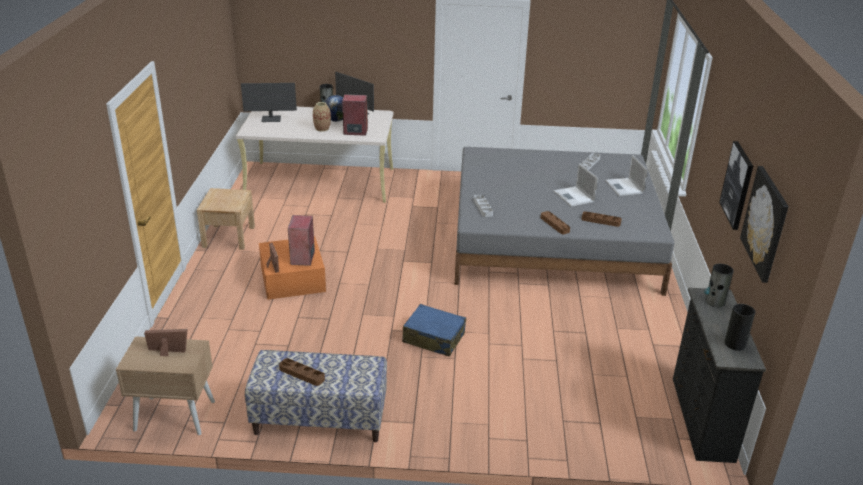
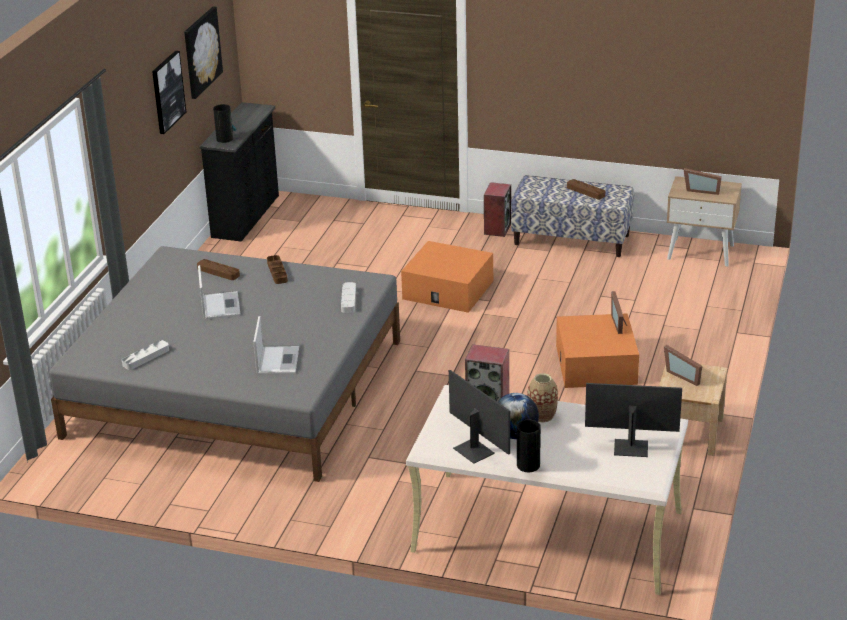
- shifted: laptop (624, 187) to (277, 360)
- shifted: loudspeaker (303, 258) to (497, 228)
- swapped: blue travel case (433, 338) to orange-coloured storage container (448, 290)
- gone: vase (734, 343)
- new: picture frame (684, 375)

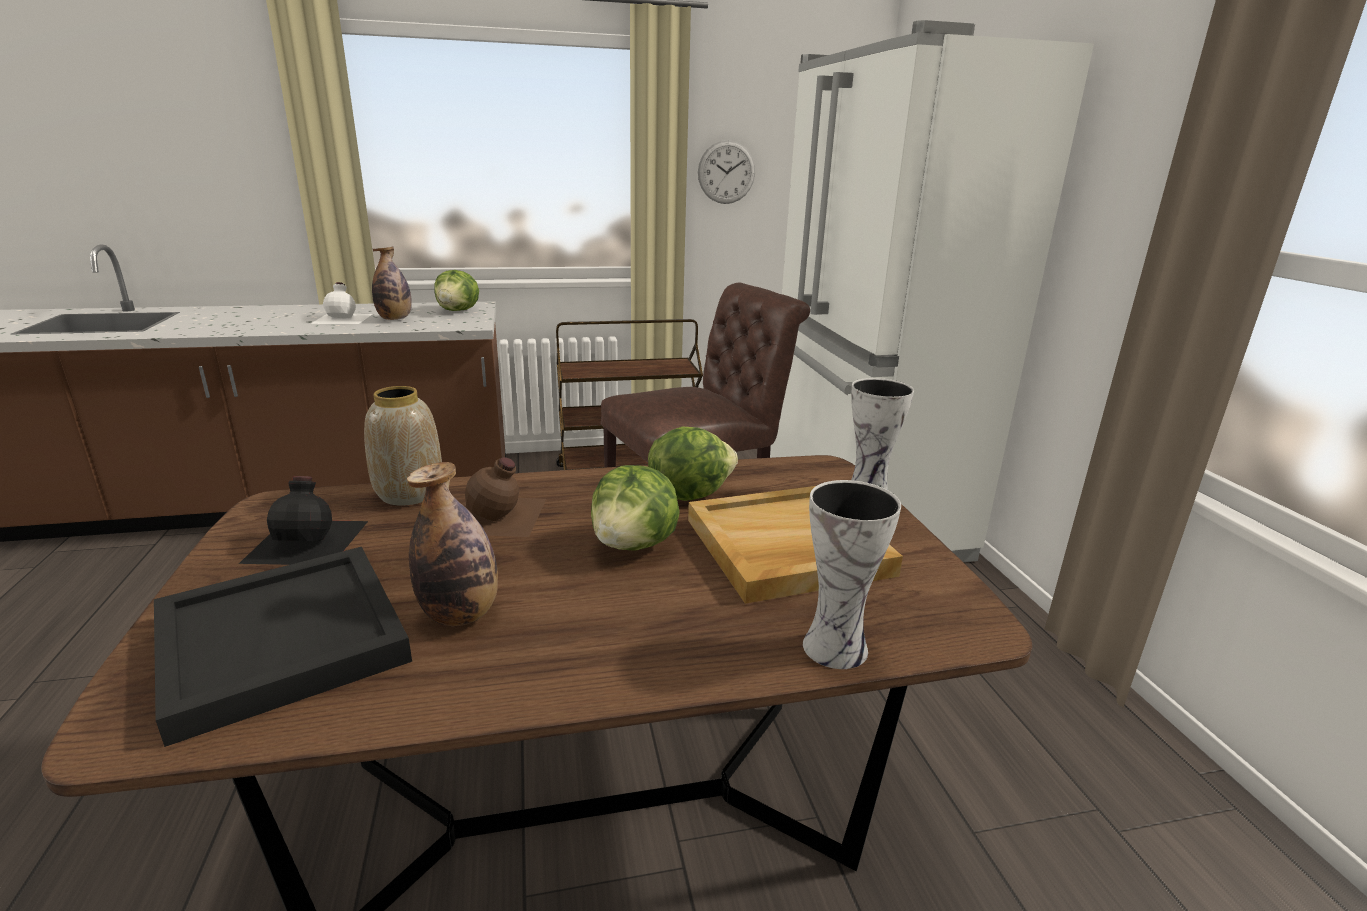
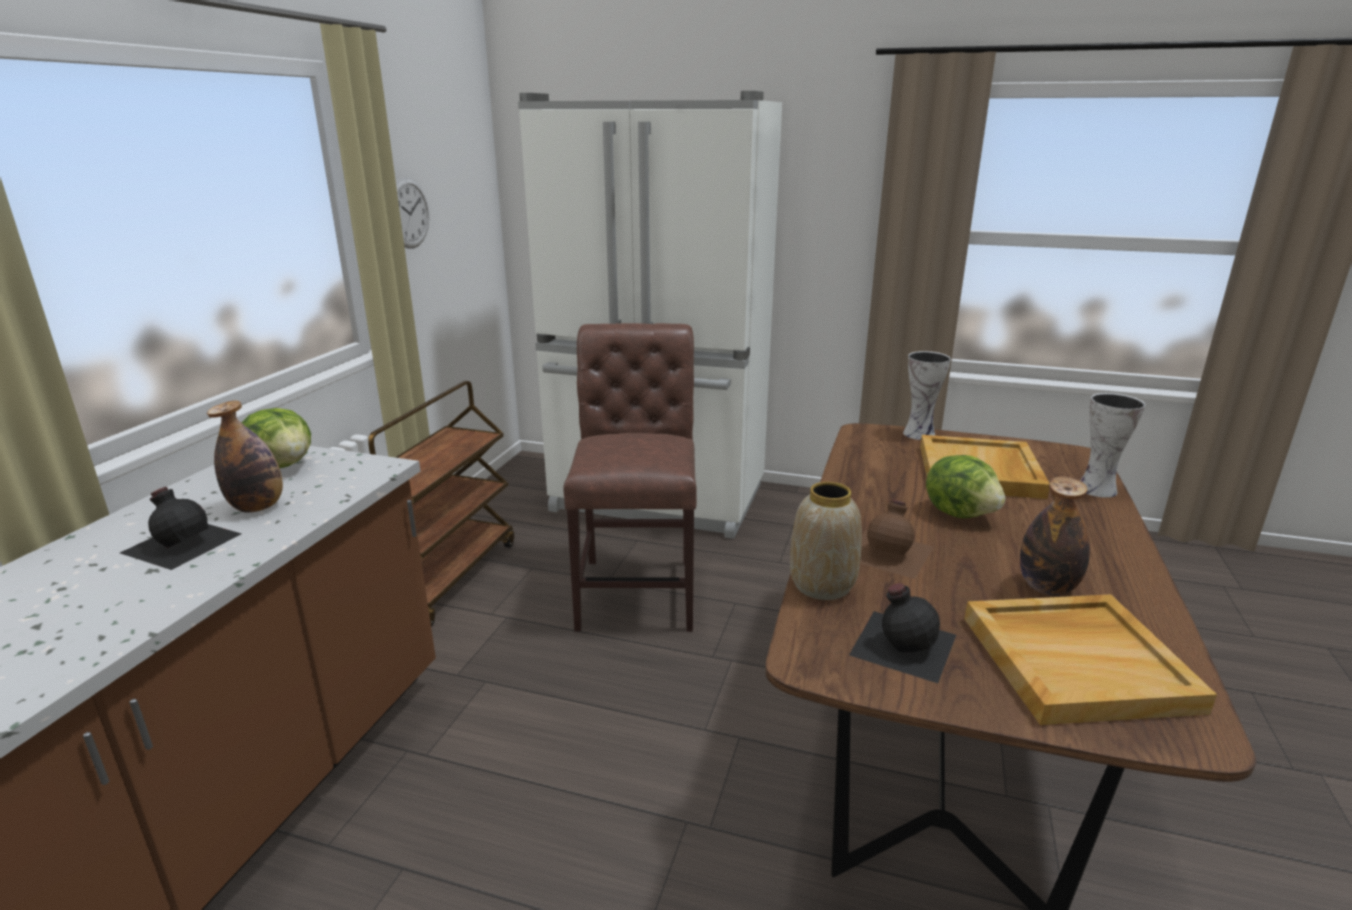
- repainted: white-coloured beverage bottle (343, 318) to blackish beverage bottle (182, 542)
- gone: head of lettuce (688, 493)
- repainted: blackish carrying tray (285, 641) to beige carrying tray (1077, 661)

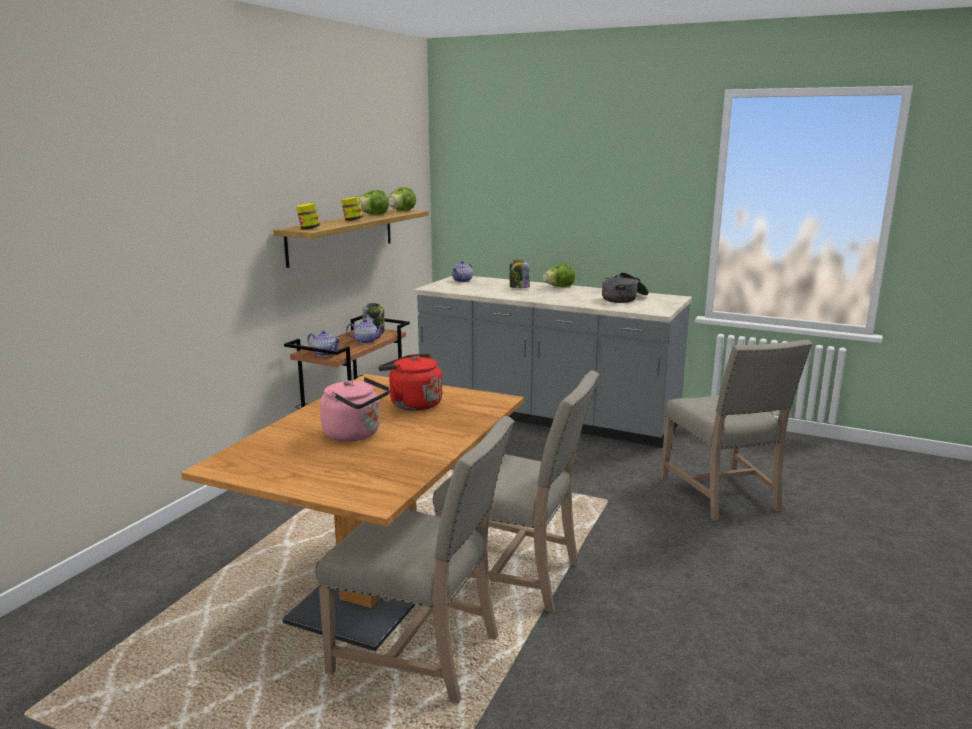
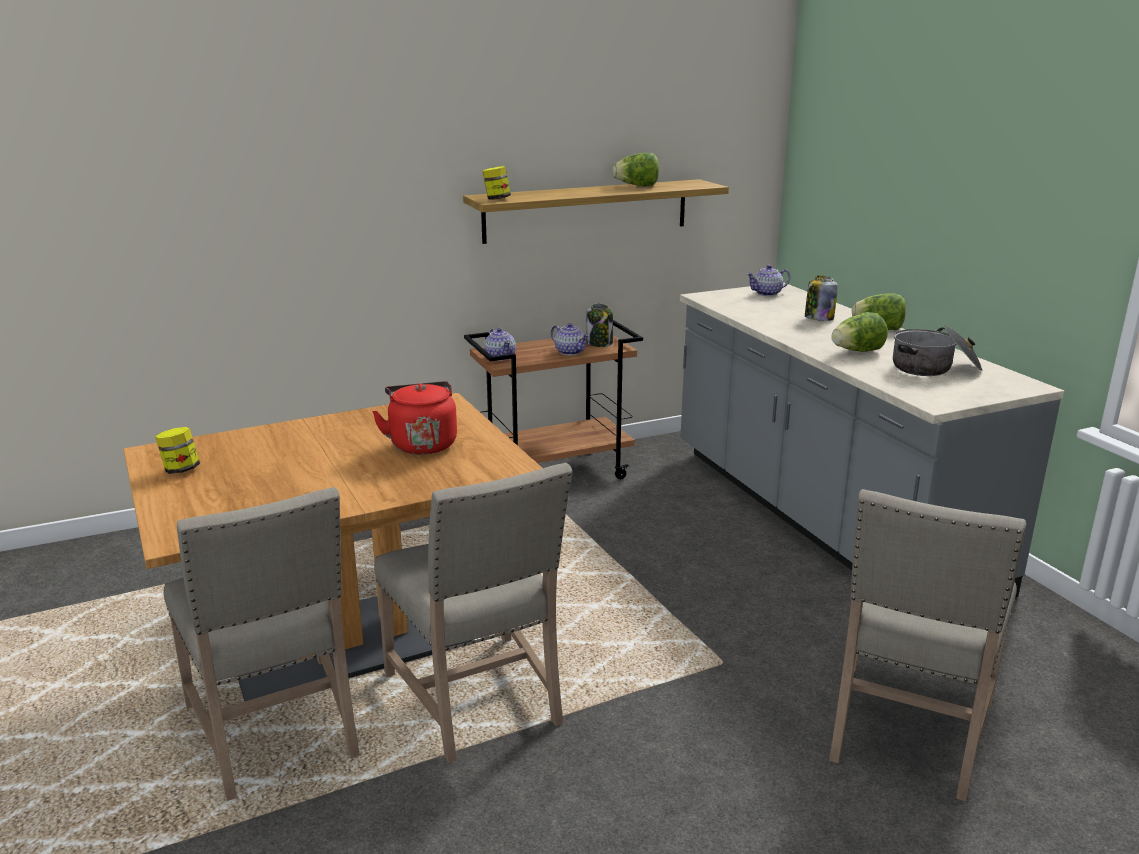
- shifted: head of lettuce (401, 211) to (857, 351)
- shifted: storage jar (352, 220) to (181, 470)
- gone: pink-coloured kettle (355, 434)

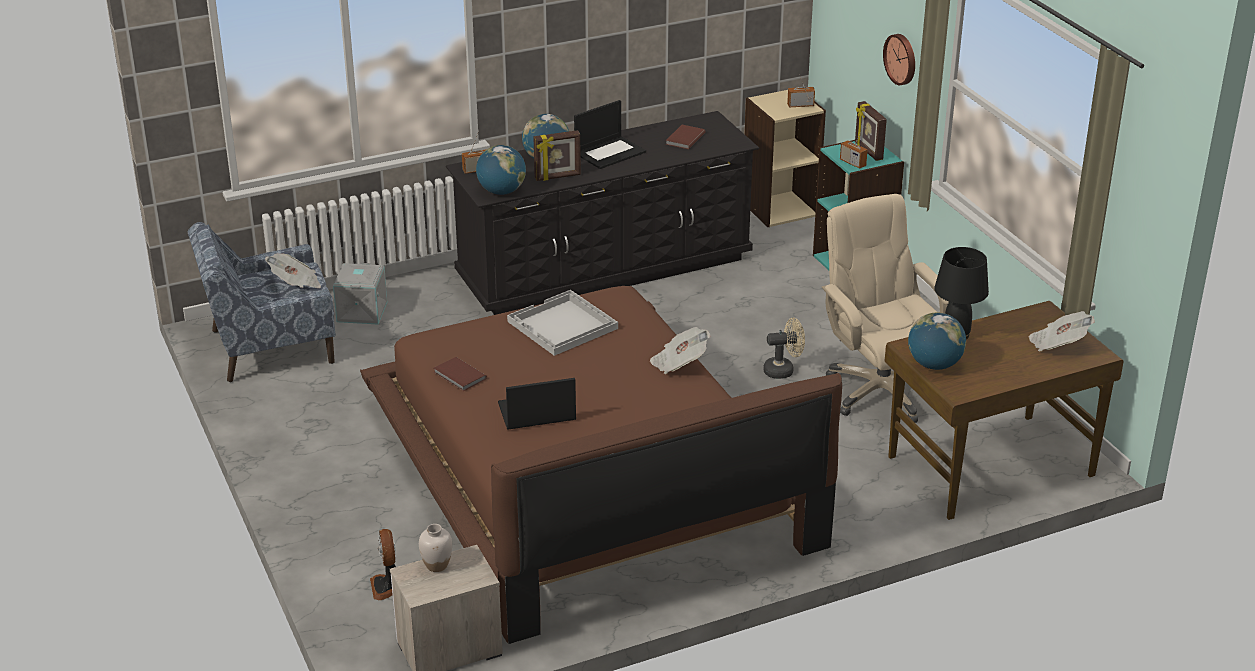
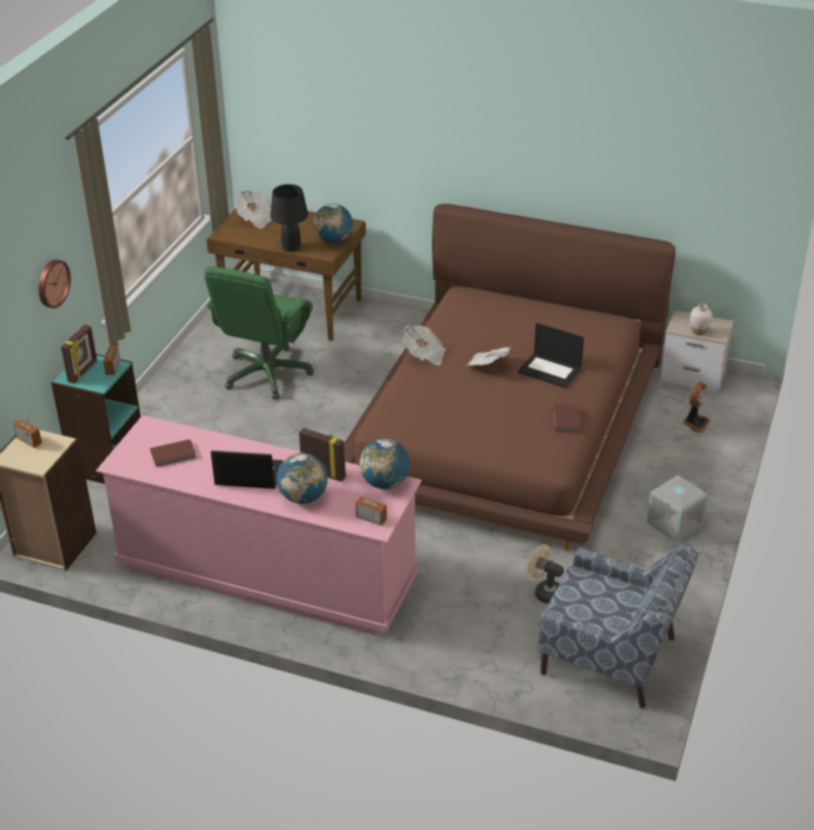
- repainted: blackish dresser (605, 268) to pink-coloured dresser (267, 571)
- repainted: beige desk chair (881, 391) to green desk chair (267, 374)
- shifted: newspaper (295, 284) to (487, 366)
- shifted: gray storage container (361, 311) to (675, 524)
- gone: white-coloured carrying tray (562, 325)
- shifted: beige cooling fan (783, 370) to (544, 592)

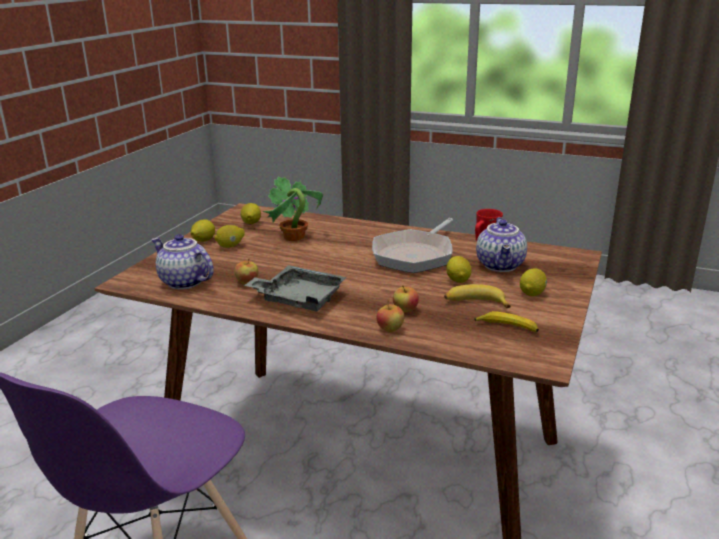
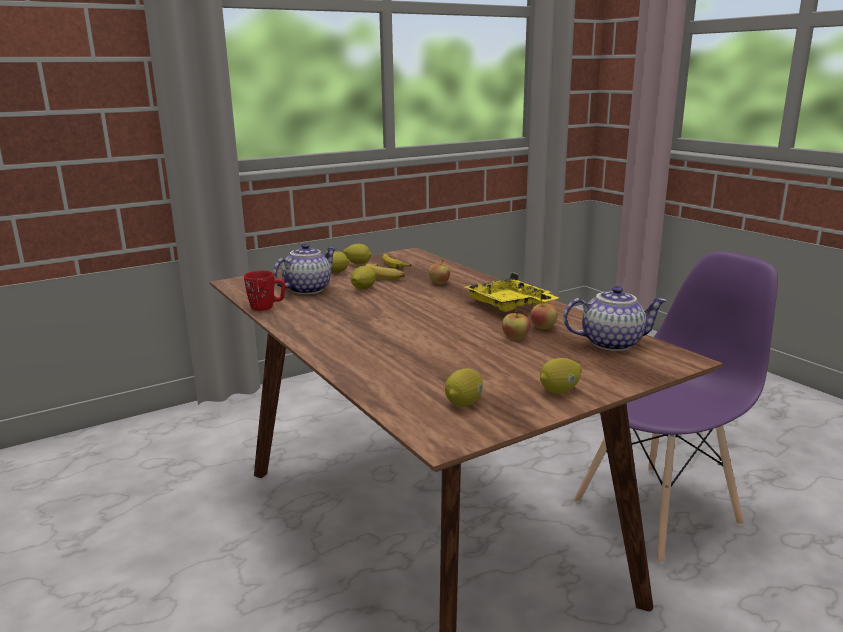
- gone: plant in a pot (294, 237)
- gone: skillet (415, 255)
- shifted: whole lemon (230, 246) to (358, 264)
- rotated: teapot (183, 282) = (612, 343) 75 degrees counterclockwise
- repainted: gray carrying tray (299, 298) to yellowish carrying tray (509, 305)
- shifted: apple (390, 329) to (515, 338)

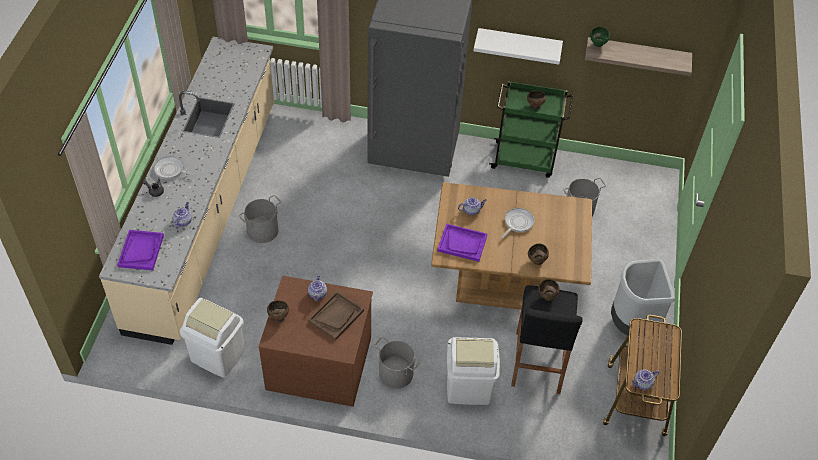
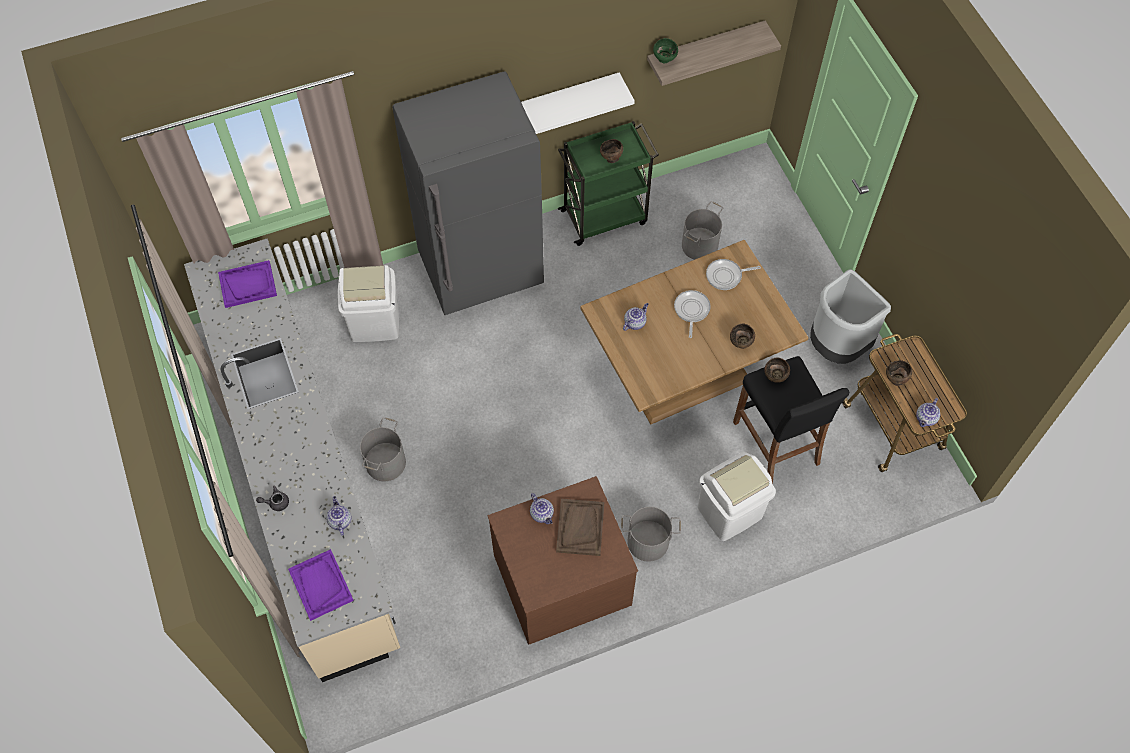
- shifted: skillet (171, 170) to (726, 276)
- shifted: purple carrying tray (462, 243) to (248, 285)
- shifted: white-coloured waste bin (218, 355) to (375, 322)
- shifted: brown-coloured serving bowl (278, 317) to (895, 380)

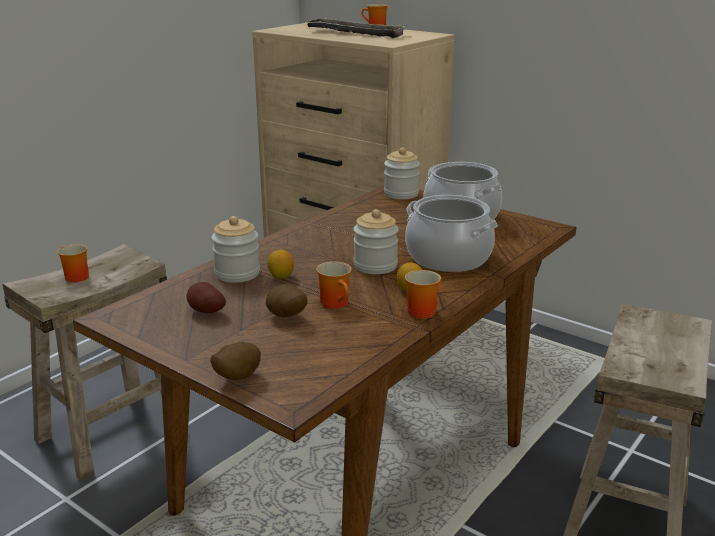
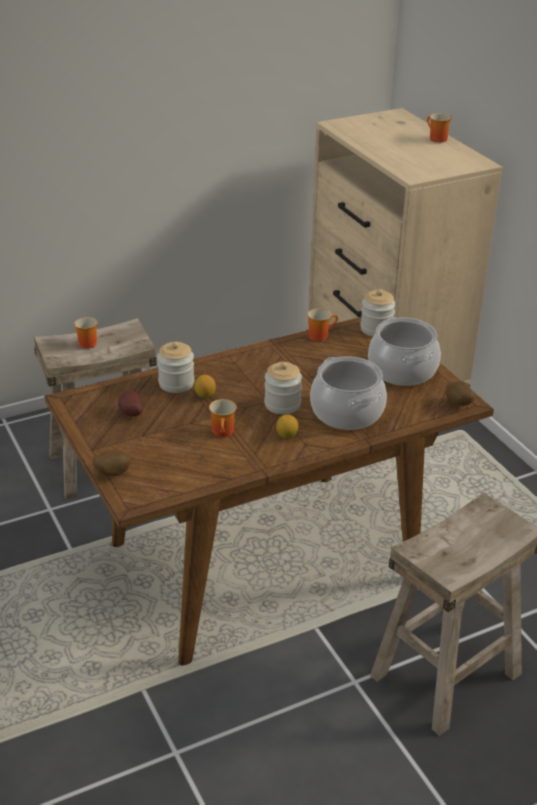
- gone: carrying tray (355, 33)
- shifted: tea mug (421, 310) to (319, 335)
- shifted: spud (286, 317) to (458, 405)

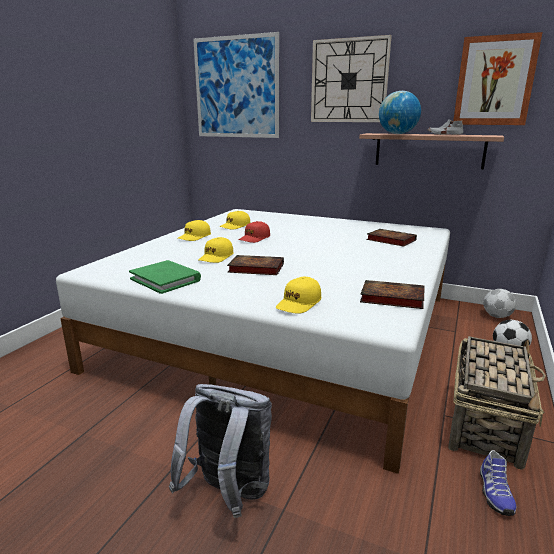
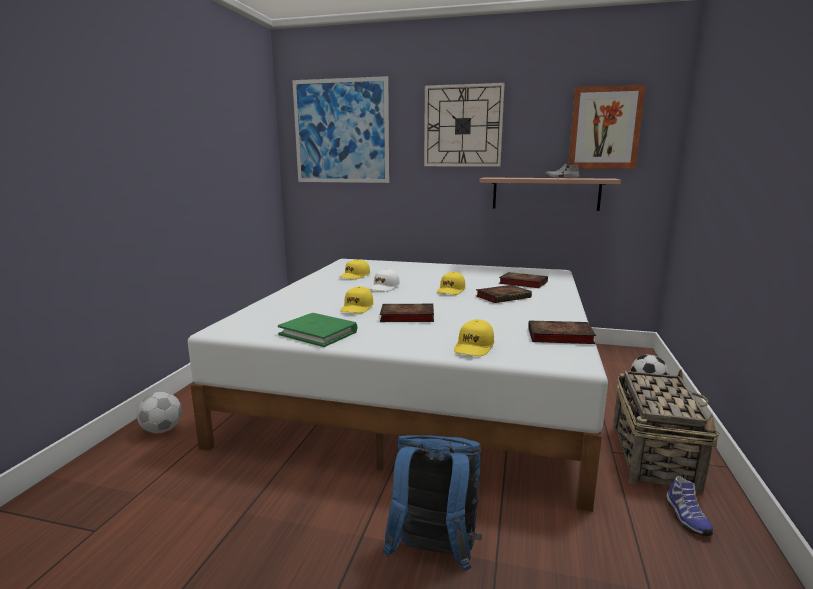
- gone: desk globe (397, 134)
- shifted: yellowish peaked cap (194, 237) to (451, 290)
- repainted: red-coloured peaked cap (254, 238) to white-coloured peaked cap (384, 287)
- shifted: football (496, 316) to (162, 430)
- repainted: gray knapsack (228, 494) to blue knapsack (433, 554)
- new: bound book (503, 297)

